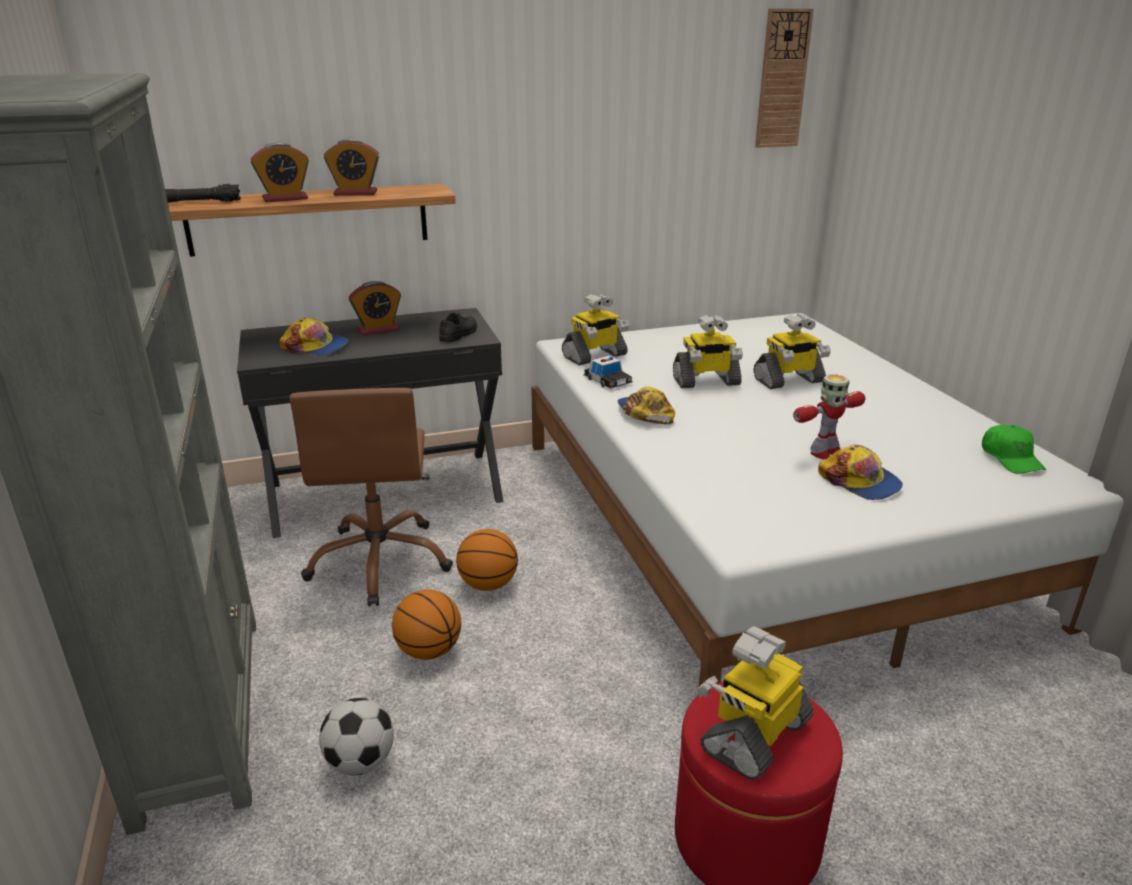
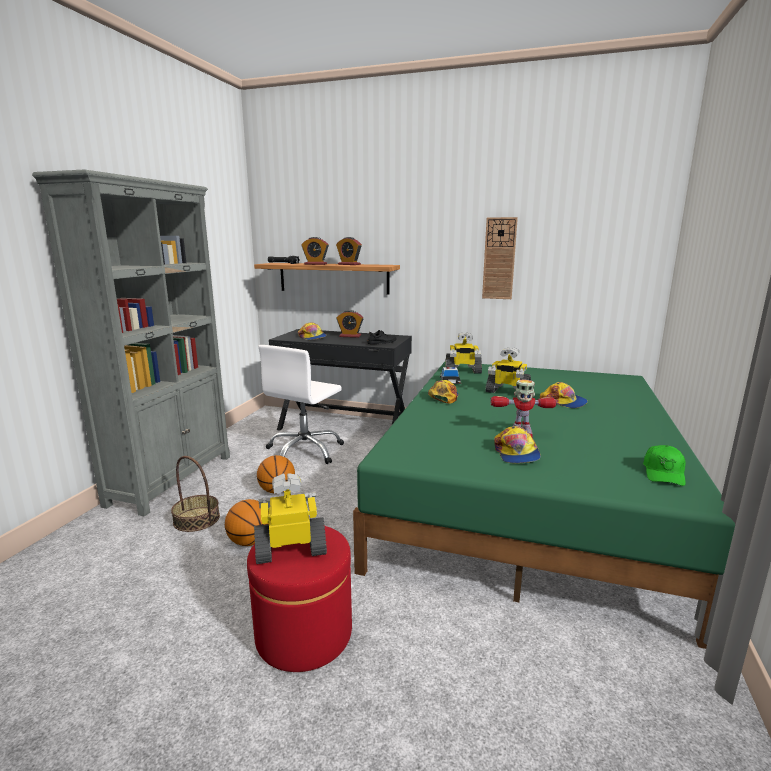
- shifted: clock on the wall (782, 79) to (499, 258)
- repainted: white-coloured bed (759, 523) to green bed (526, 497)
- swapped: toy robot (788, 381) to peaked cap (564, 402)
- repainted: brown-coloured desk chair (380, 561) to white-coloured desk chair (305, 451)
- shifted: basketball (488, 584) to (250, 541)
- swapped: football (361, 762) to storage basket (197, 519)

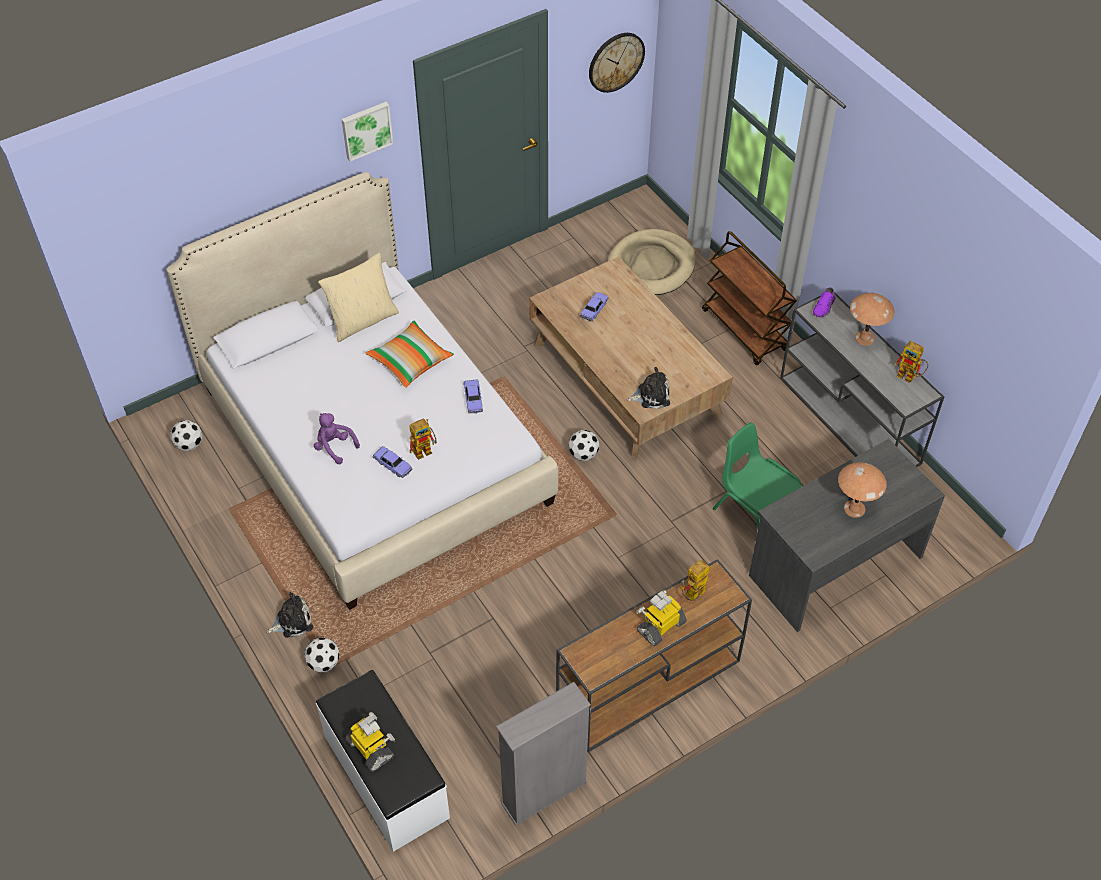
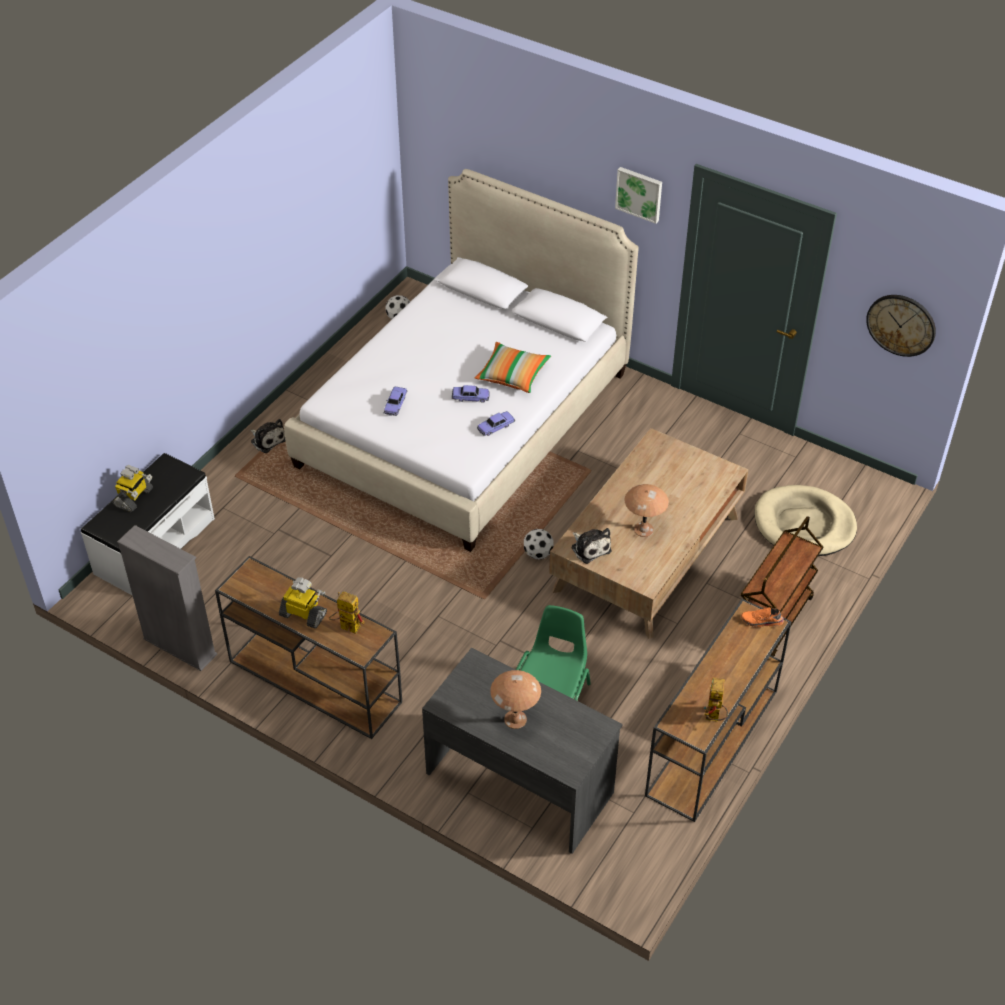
- gone: beige pillow (362, 320)
- repainted: purple shoe (824, 307) to orange-coloured shoe (761, 621)
- shifted: toy car (594, 310) to (470, 397)
- repainted: gray console table (850, 421) to brown-coloured console table (712, 744)
- shifted: brown-coloured lamp for a table (865, 338) to (644, 529)
- gone: purple soft toy (334, 447)
- gone: toy robot (425, 449)
- gone: football (323, 663)

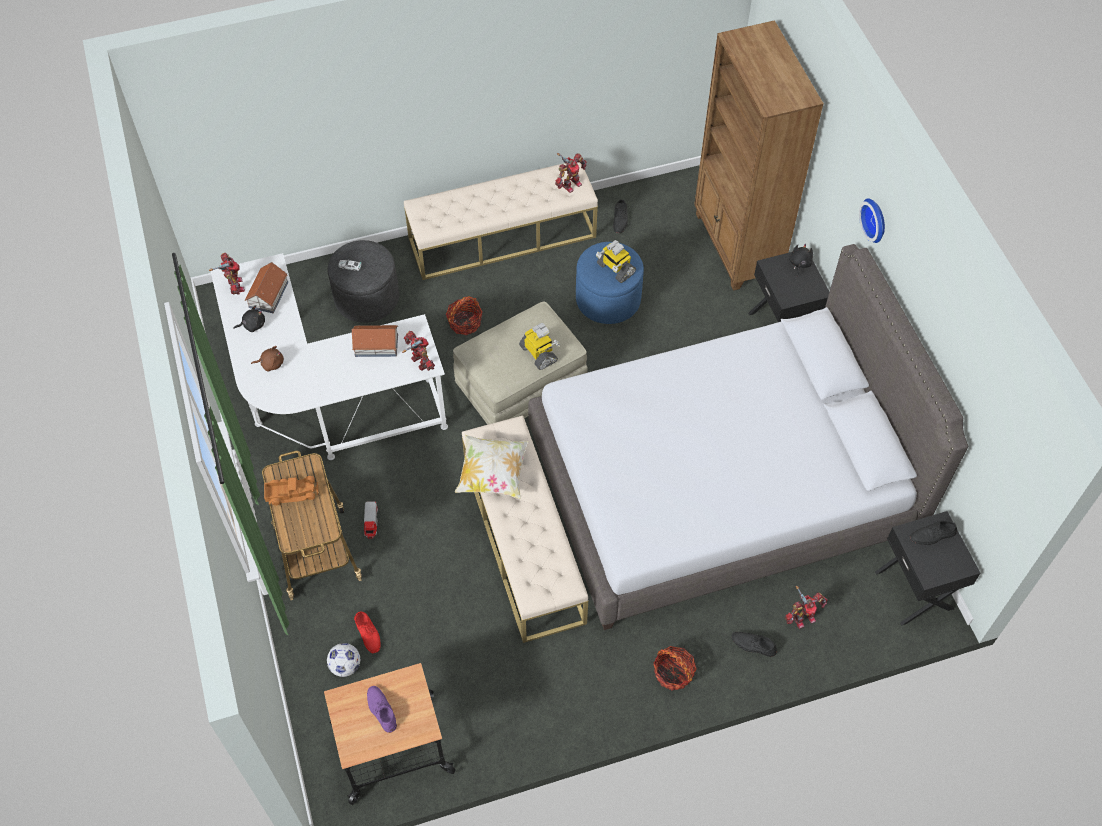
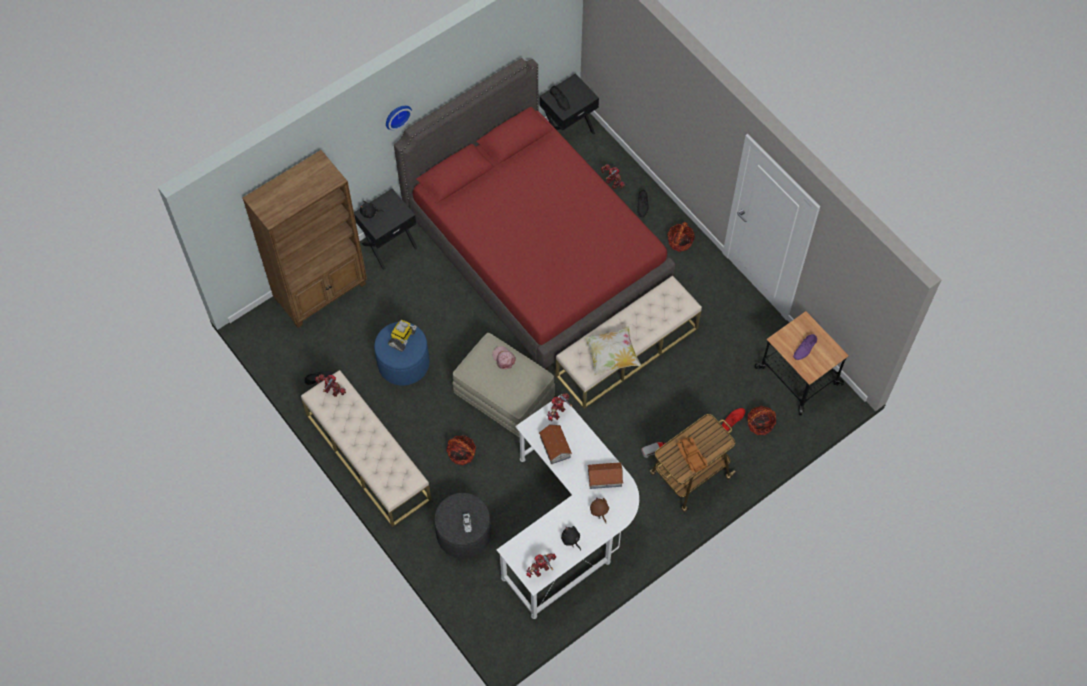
- repainted: gray bed (719, 485) to red-coloured bed (536, 251)
- shifted: miniature house (269, 294) to (604, 477)
- swapped: toy robot (539, 353) to pink-coloured peaked cap (503, 358)
- swapped: football (345, 666) to storage basket (760, 424)

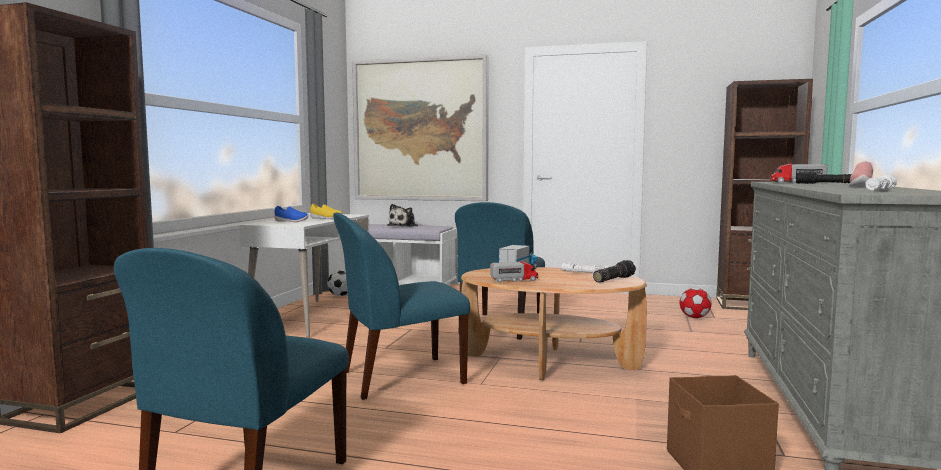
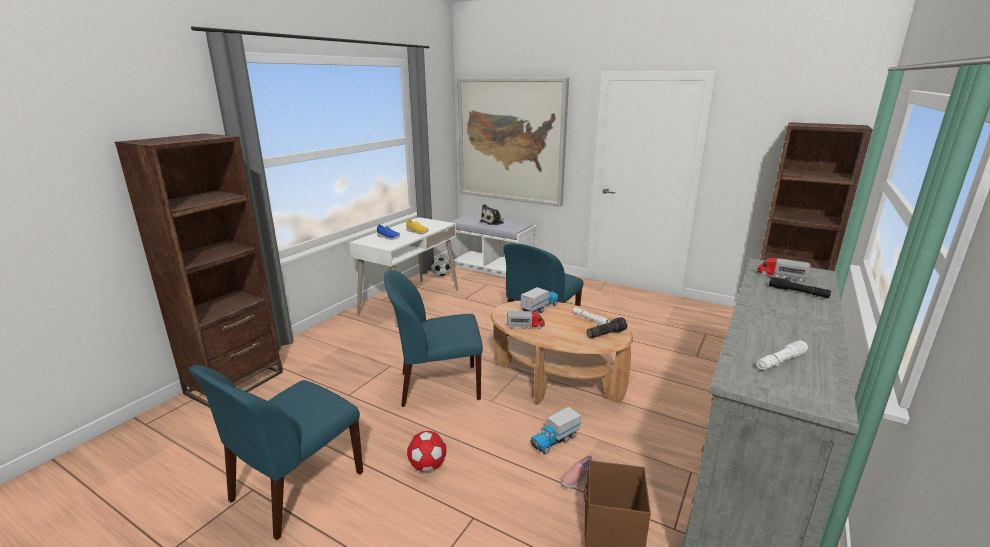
- shifted: pink-coloured shoe (861, 186) to (576, 478)
- shifted: football (694, 317) to (427, 466)
- new: toy truck (554, 440)

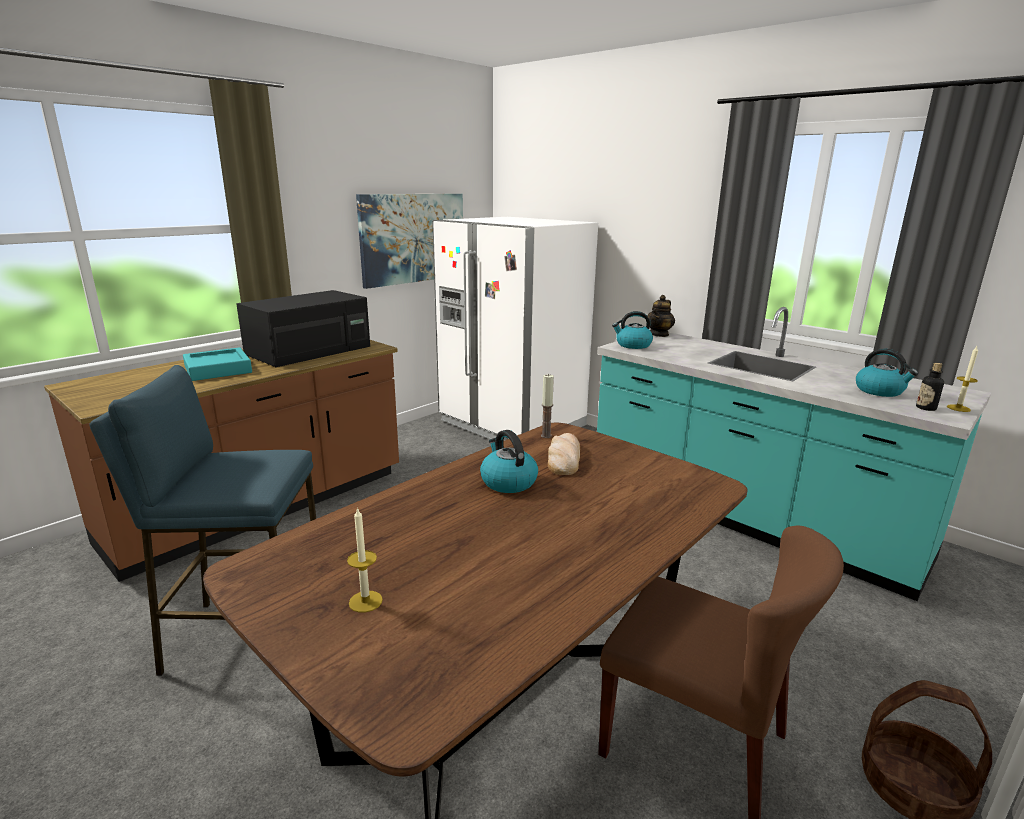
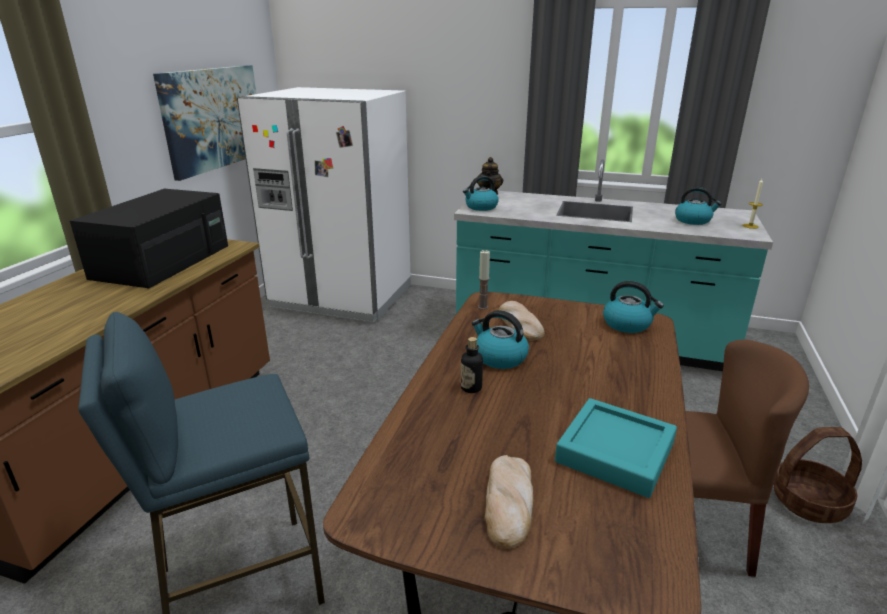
- shifted: turquoise-coloured carrying tray (218, 369) to (615, 452)
- shifted: beverage bottle (926, 408) to (471, 388)
- swapped: candle (365, 601) to bread (509, 503)
- new: kettle (627, 324)

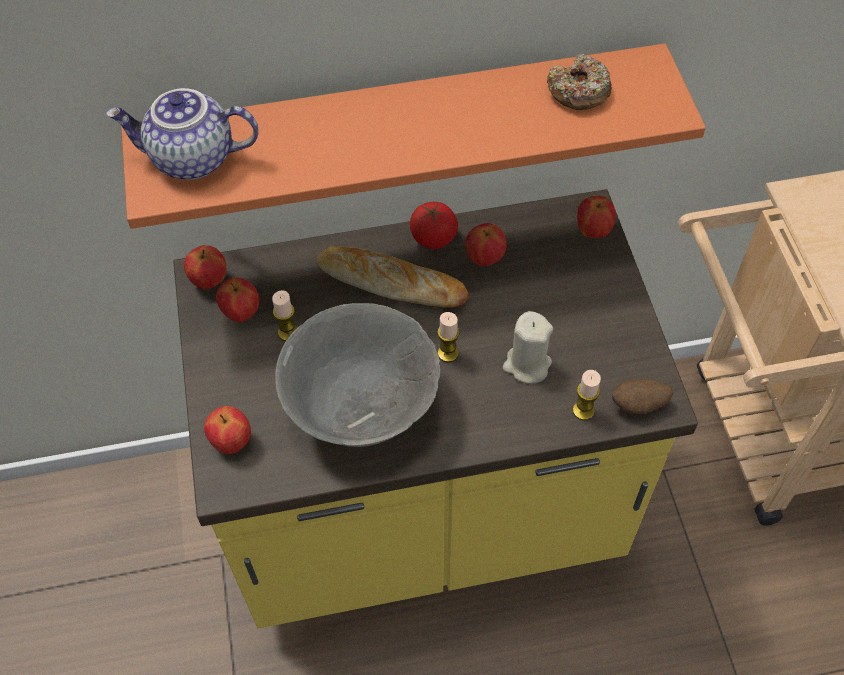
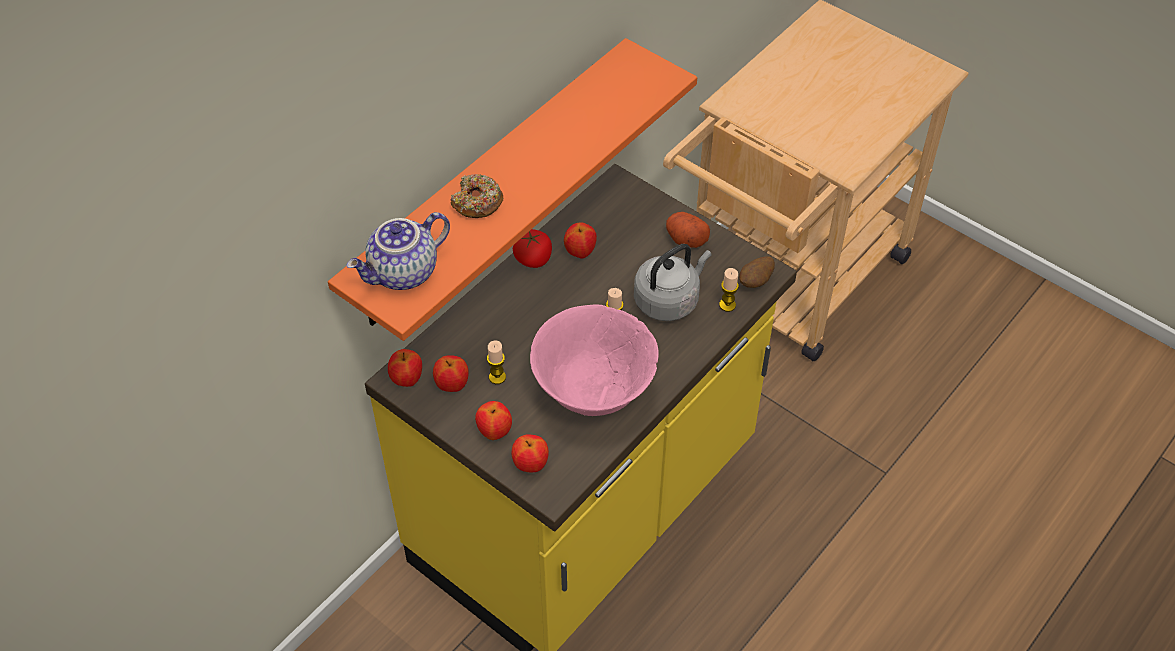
- shifted: doughnut (578, 91) to (477, 203)
- shifted: apple (593, 231) to (494, 432)
- gone: bread (392, 282)
- repainted: gray serving bowl (362, 408) to pink-coloured serving bowl (593, 390)
- swapped: beige candle (527, 365) to gray kettle (669, 300)
- new: spud (685, 238)

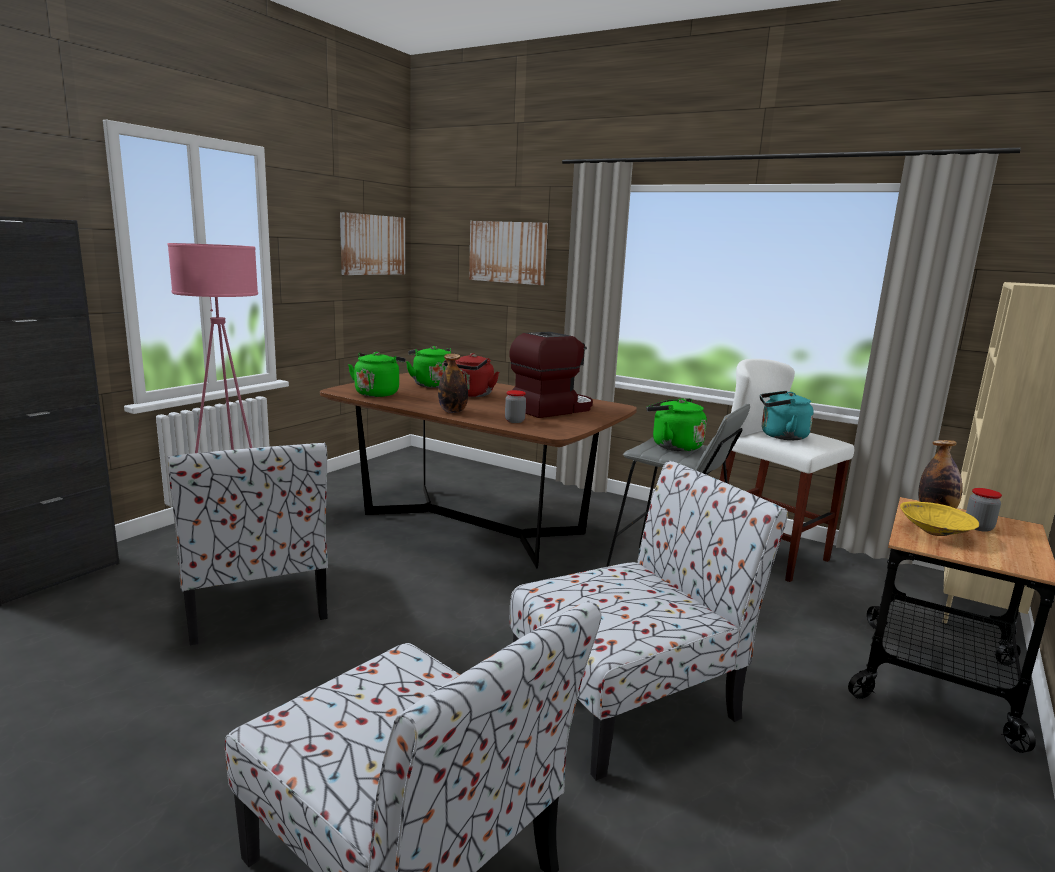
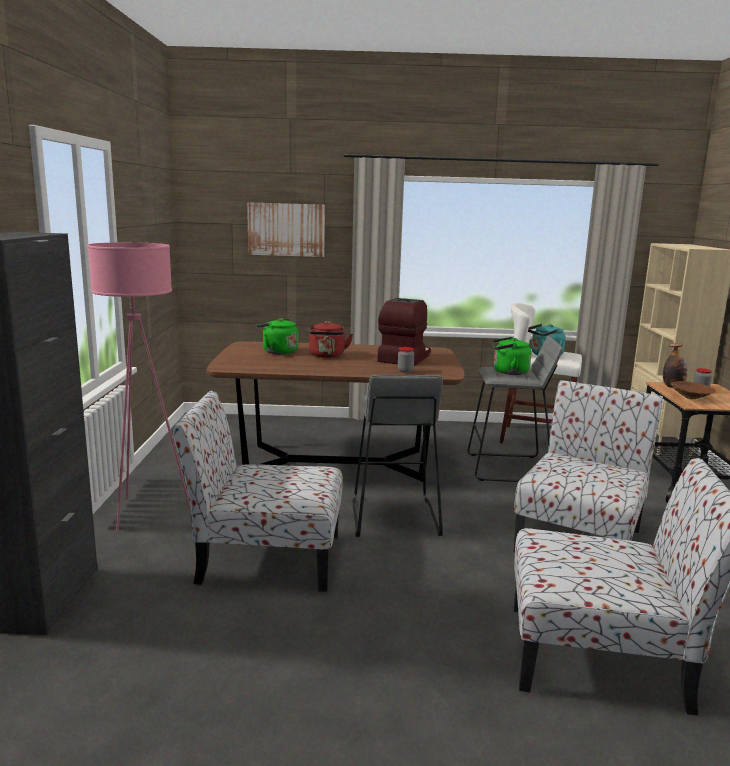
- gone: wall picture (372, 245)
- gone: green kettle (378, 393)
- gone: beverage bottle (453, 411)
- rotated: upright chair (253, 599) = (266, 558) 150 degrees clockwise
- repainted: yellowish serving bowl (935, 533) to brown-coloured serving bowl (691, 398)
- new: gray stool (393, 518)

